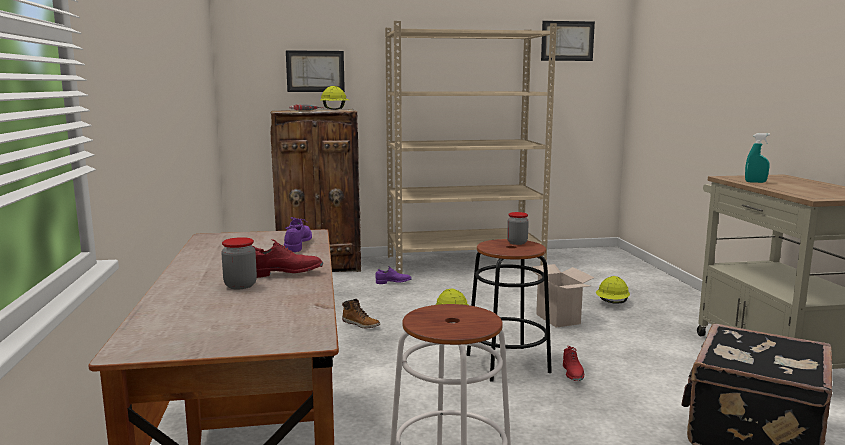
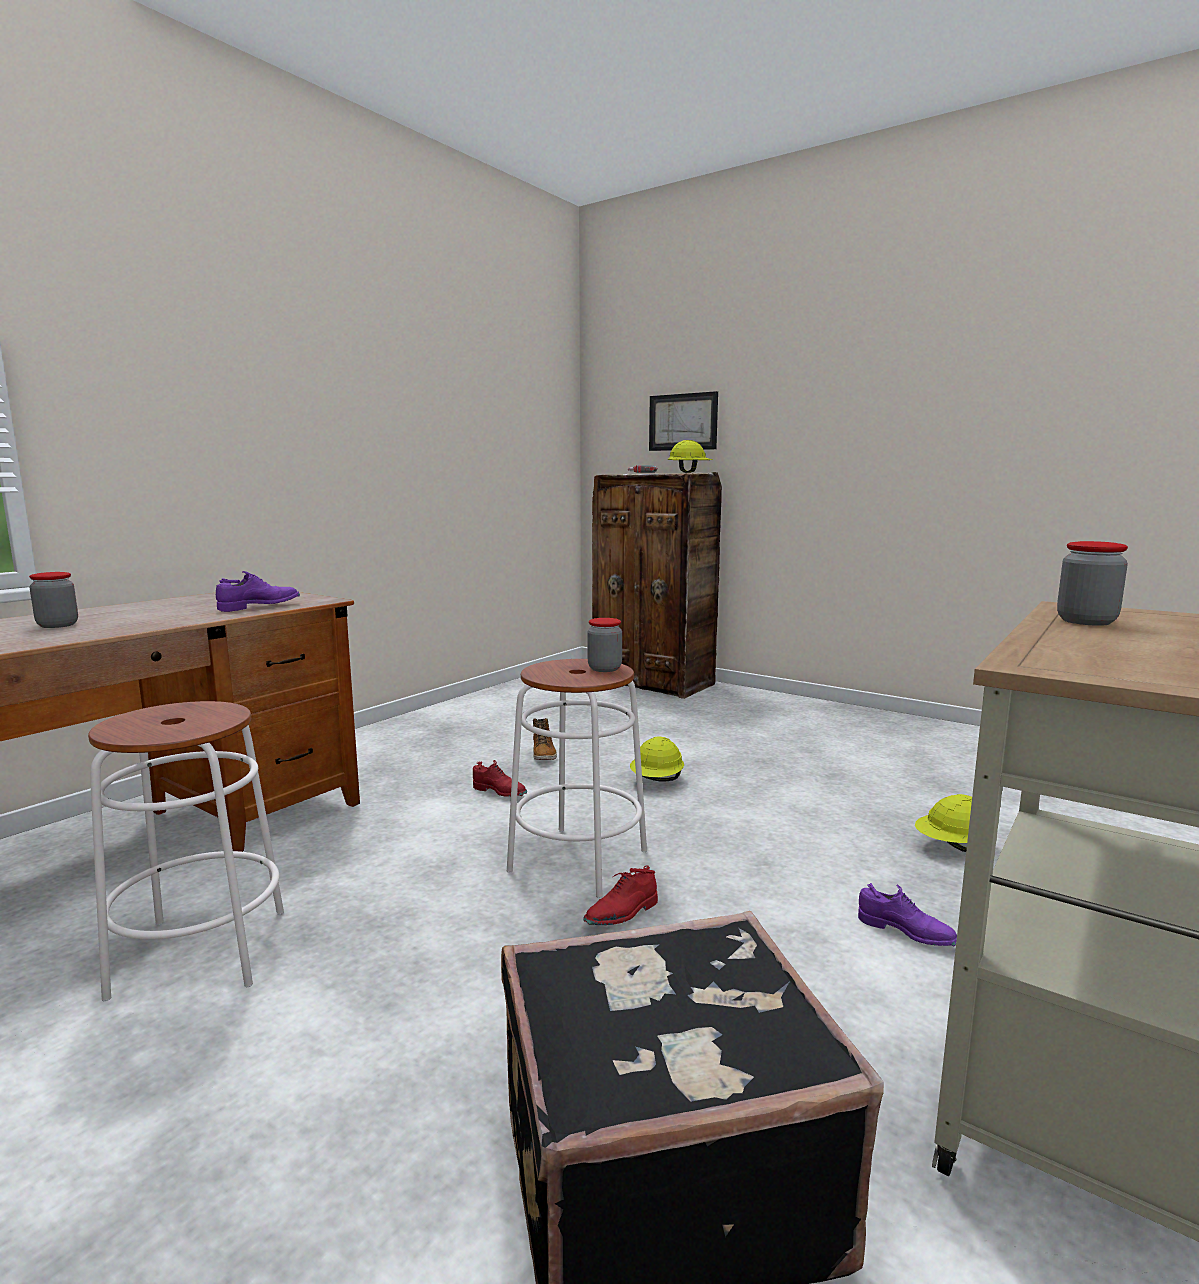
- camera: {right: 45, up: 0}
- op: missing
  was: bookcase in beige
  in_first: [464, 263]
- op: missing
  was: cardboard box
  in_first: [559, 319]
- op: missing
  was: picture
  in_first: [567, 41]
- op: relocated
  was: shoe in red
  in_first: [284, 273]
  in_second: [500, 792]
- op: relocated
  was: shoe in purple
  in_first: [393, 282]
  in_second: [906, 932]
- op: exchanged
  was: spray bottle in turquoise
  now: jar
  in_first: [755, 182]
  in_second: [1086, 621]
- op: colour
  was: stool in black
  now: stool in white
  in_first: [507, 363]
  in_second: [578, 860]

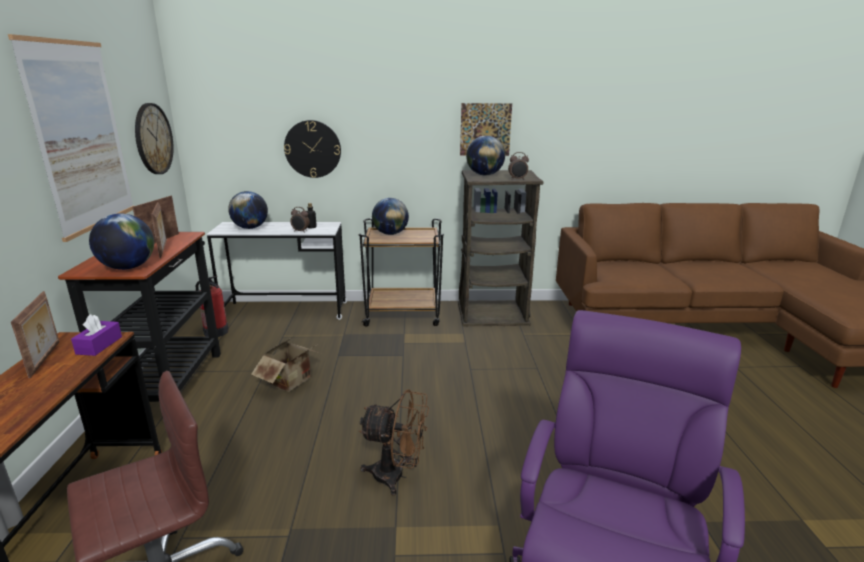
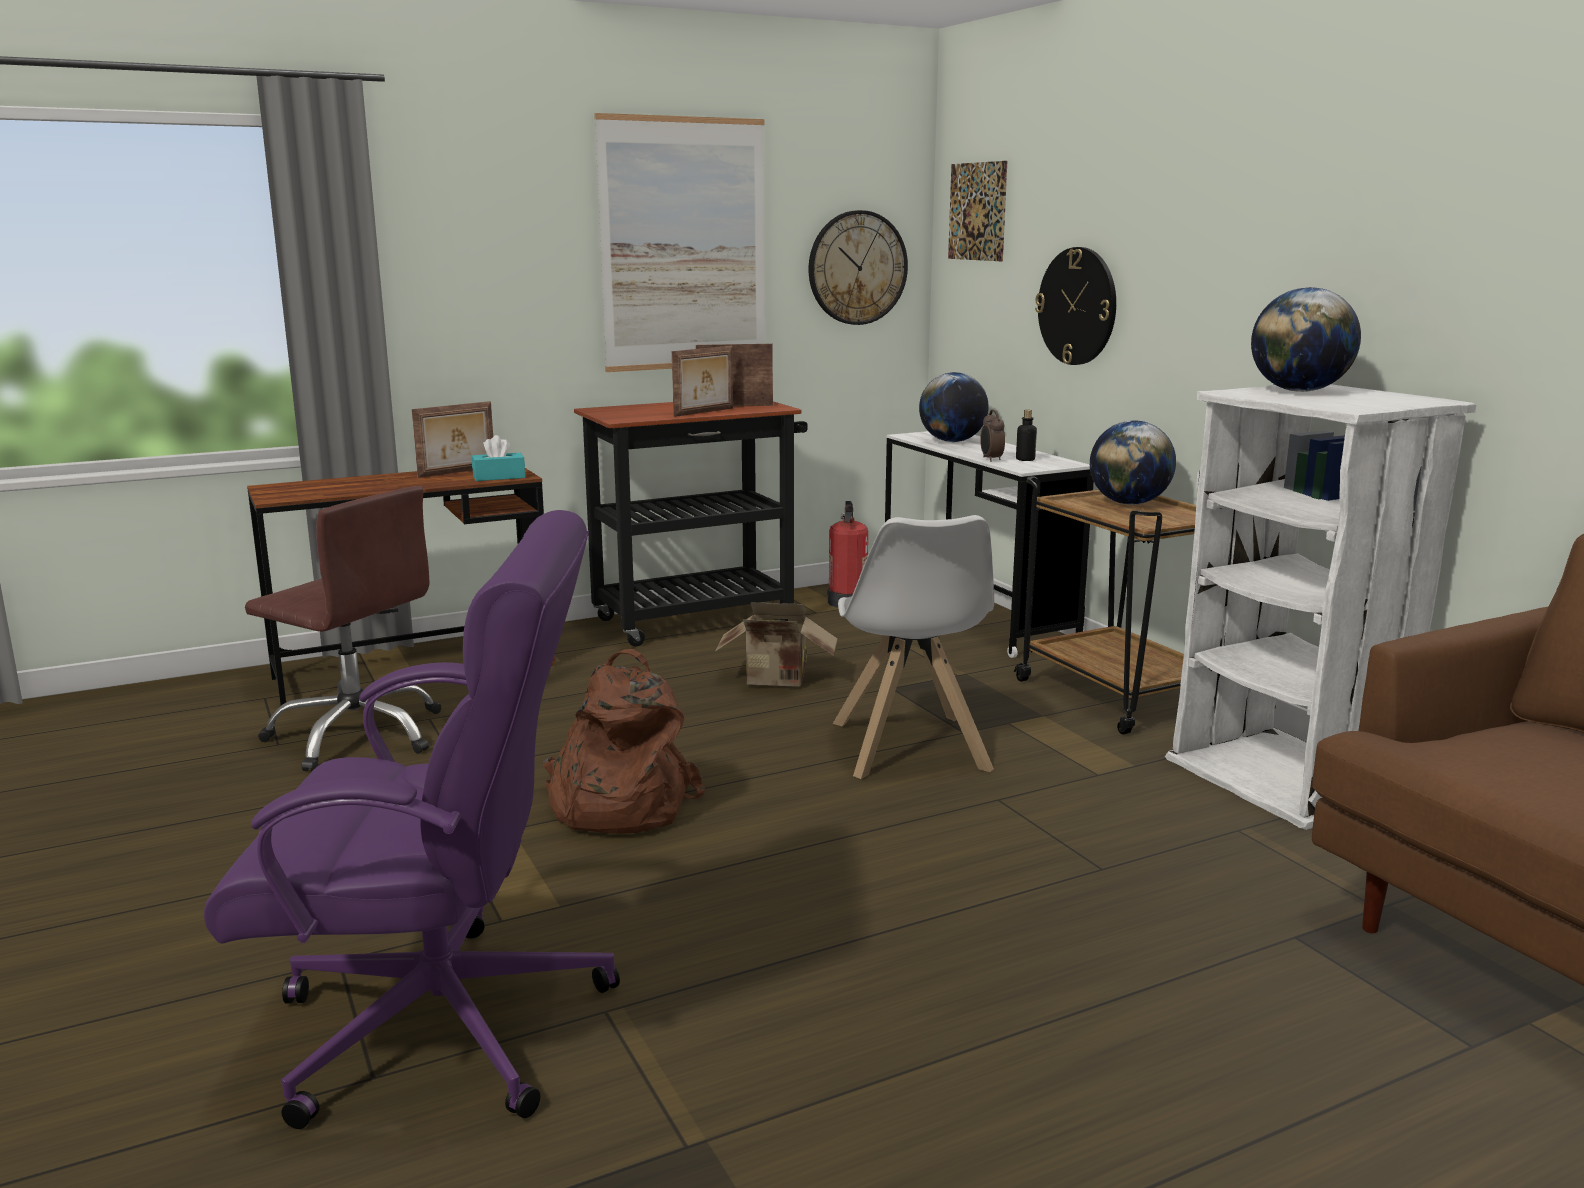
- camera: {right: 65, up: -5}
- op: missing
  was: globe
  in_first: [128, 267]
- op: missing
  was: alarm clock
  in_first: [517, 179]
- op: appeared
  now: chair
  in_second: [910, 749]
- op: relocated
  was: picture
  in_first: [485, 129]
  in_second: [977, 211]
- op: exchanged
  was: fan in brown
  now: backpack in brown
  in_first: [397, 476]
  in_second: [617, 805]
- op: colour
  was: tissue box in purple
  now: tissue box in turquoise
  in_first: [99, 345]
  in_second: [499, 477]
- op: colour
  was: bookcase in brown
  now: bookcase in white
  in_first: [493, 314]
  in_second: [1286, 778]

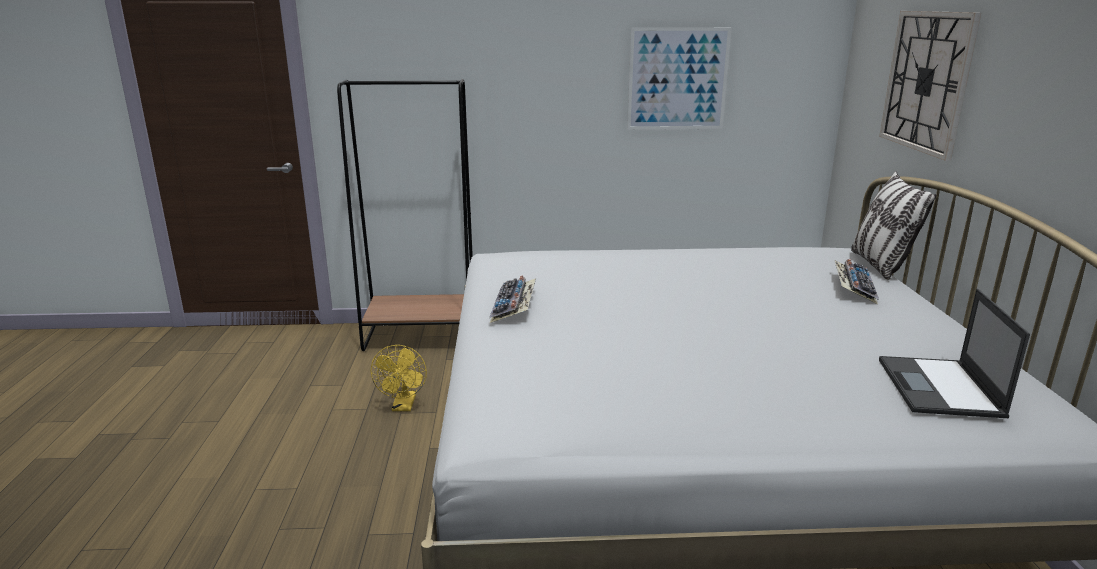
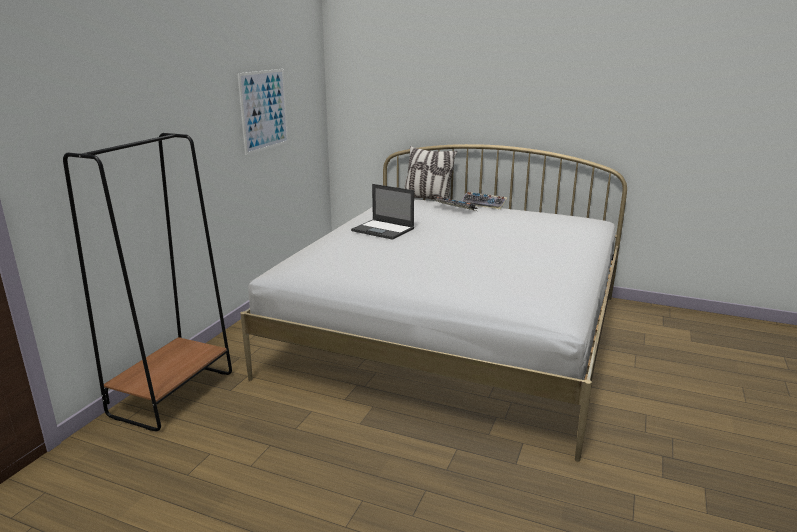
- camera: {right: -65, up: 0}
- op: missing
  was: fan in yellow
  in_first: [403, 406]
- op: missing
  was: wall clock
  in_first: [927, 81]
- op: relocated
  was: keyboard
  in_first: [514, 307]
  in_second: [484, 204]
- op: relocated
  was: laptop
  in_first: [940, 388]
  in_second: [383, 230]

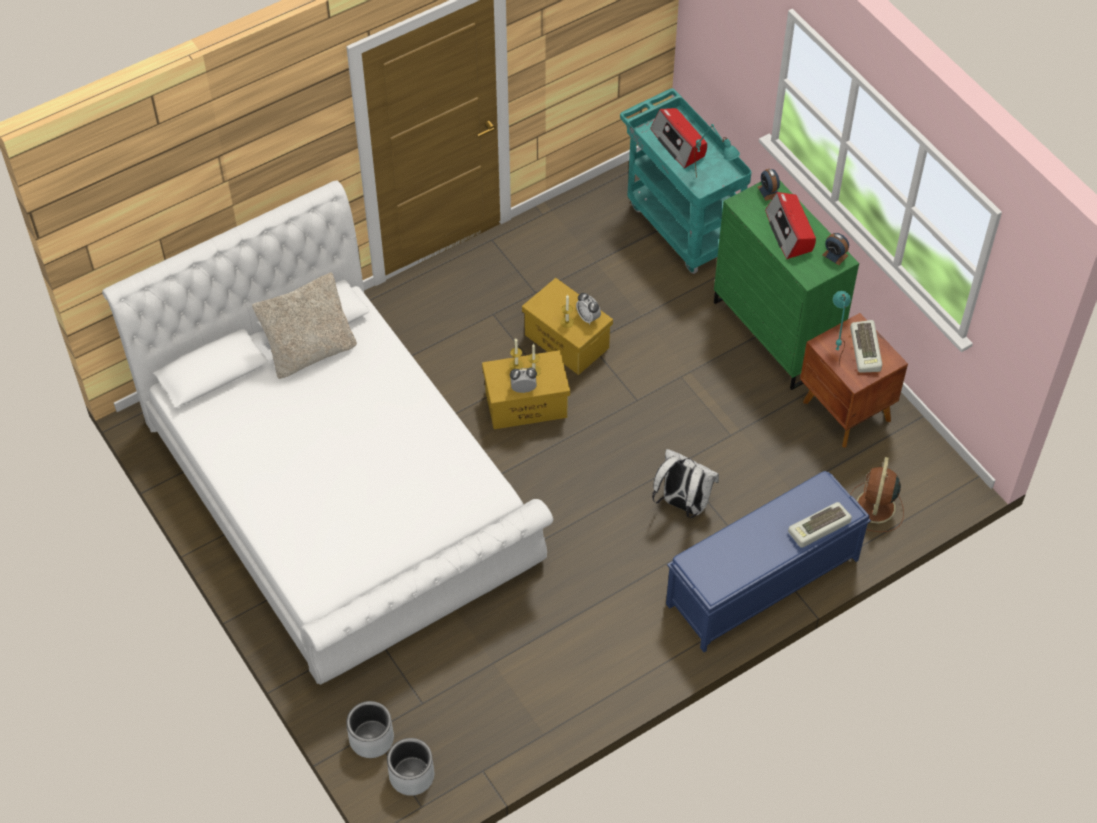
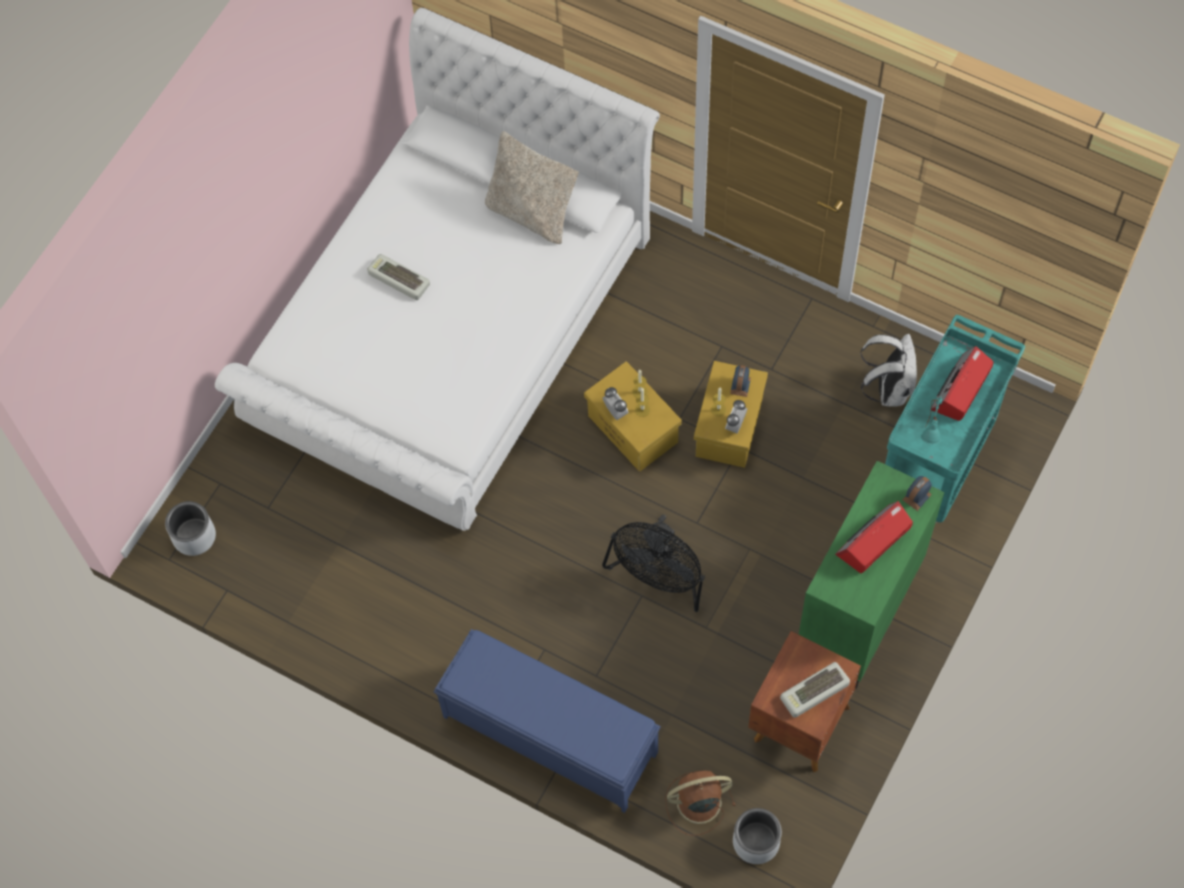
- camera: {right: 65, up: 10}
- op: missing
  was: table lamp in turquoise
  in_first: [833, 350]
- op: appeared
  now: fan in black
  in_second: [658, 570]
- op: relocated
  was: planter in grey
  in_first: [371, 739]
  in_second: [755, 841]
- op: relocated
  was: backpack in white
  in_first: [682, 504]
  in_second: [888, 388]
- op: relocated
  was: keyboard
  in_first: [819, 528]
  in_second: [397, 280]
- op: relocated
  was: alarm clock
  in_first: [835, 255]
  in_second: [740, 385]

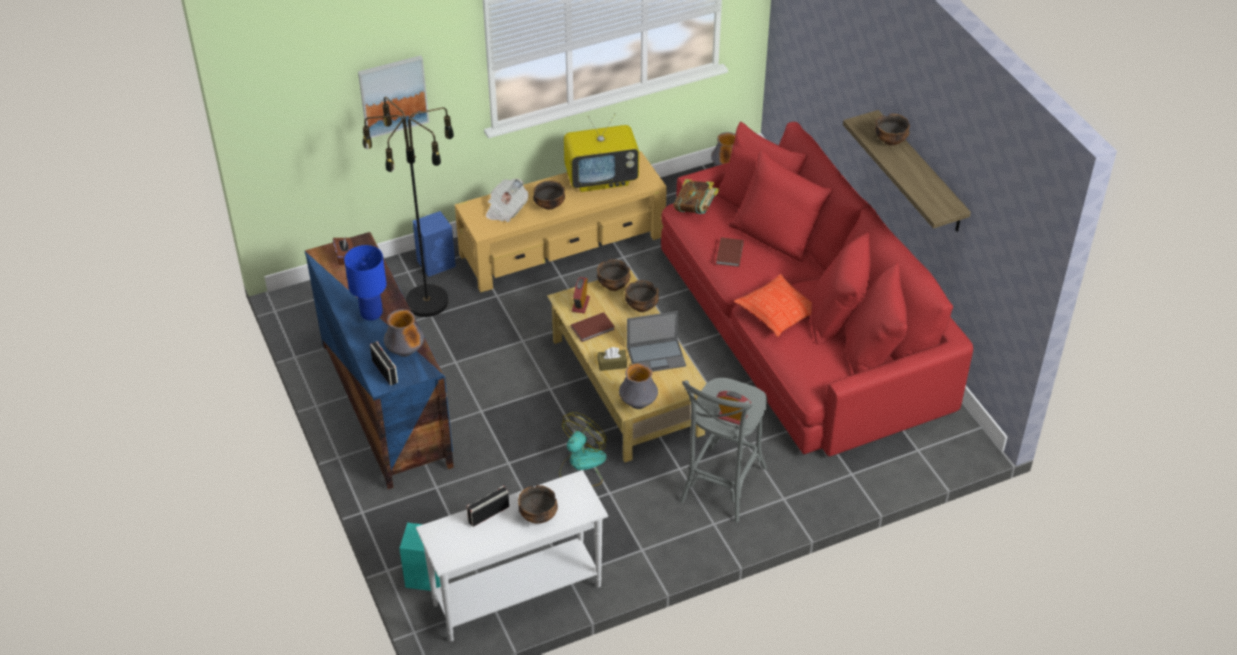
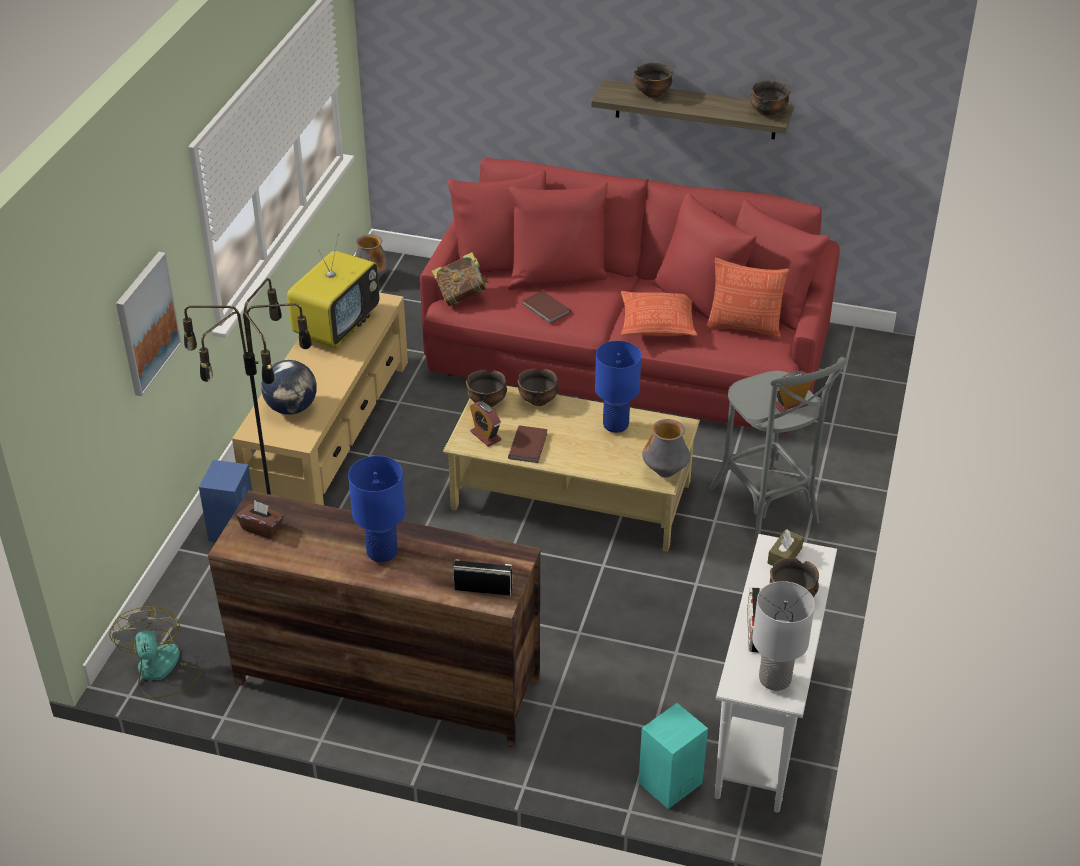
- camera: {right: -50, up: -5}
- op: missing
  was: vase
  in_first: [405, 352]
- op: appeared
  now: pillow in orange
  in_second: [744, 327]
- op: appeared
  now: table lamp in grey
  in_second: [774, 682]
- op: relocated
  was: bowl
  in_first: [549, 205]
  in_second: [767, 112]
- op: relocated
  was: fan
  in_first: [582, 465]
  in_second: [160, 672]
- op: relocated
  was: tissue box in brown
  in_first: [612, 364]
  in_second: [784, 556]
- op: exchanged
  was: newspaper
  now: globe
  in_first: [506, 210]
  in_second: [291, 408]
- op: exchanged
  was: laptop
  now: table lamp in blue
  in_first: [656, 356]
  in_second: [615, 426]
- op: colour
  was: cabinet in blue
  now: cabinet in brown
  in_first: [387, 402]
  in_second: [386, 678]

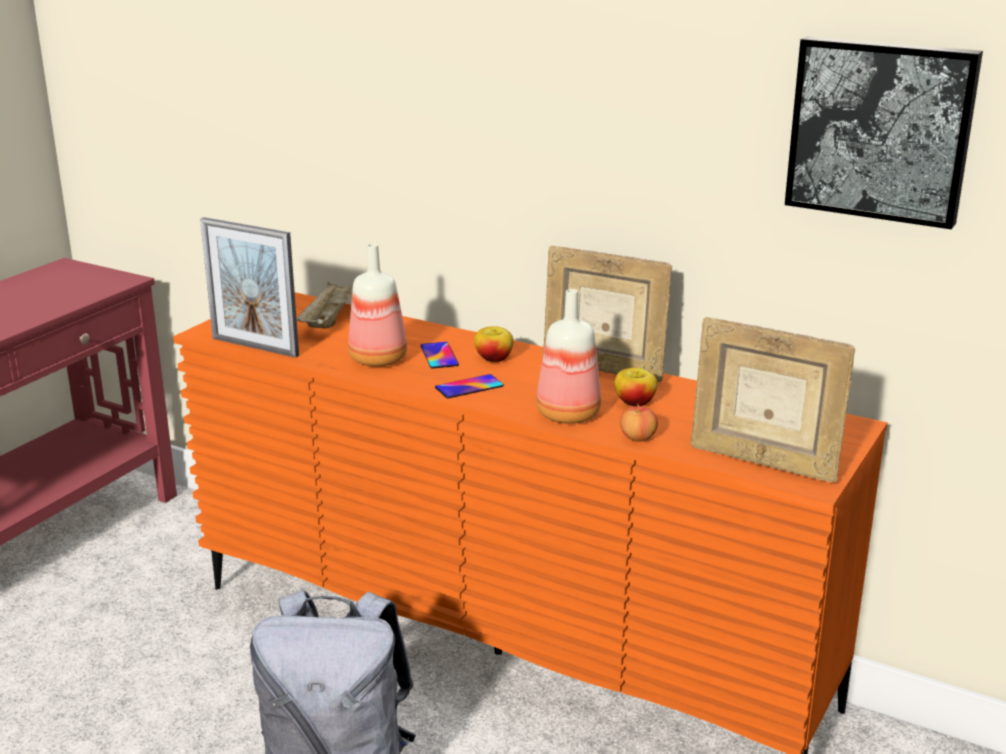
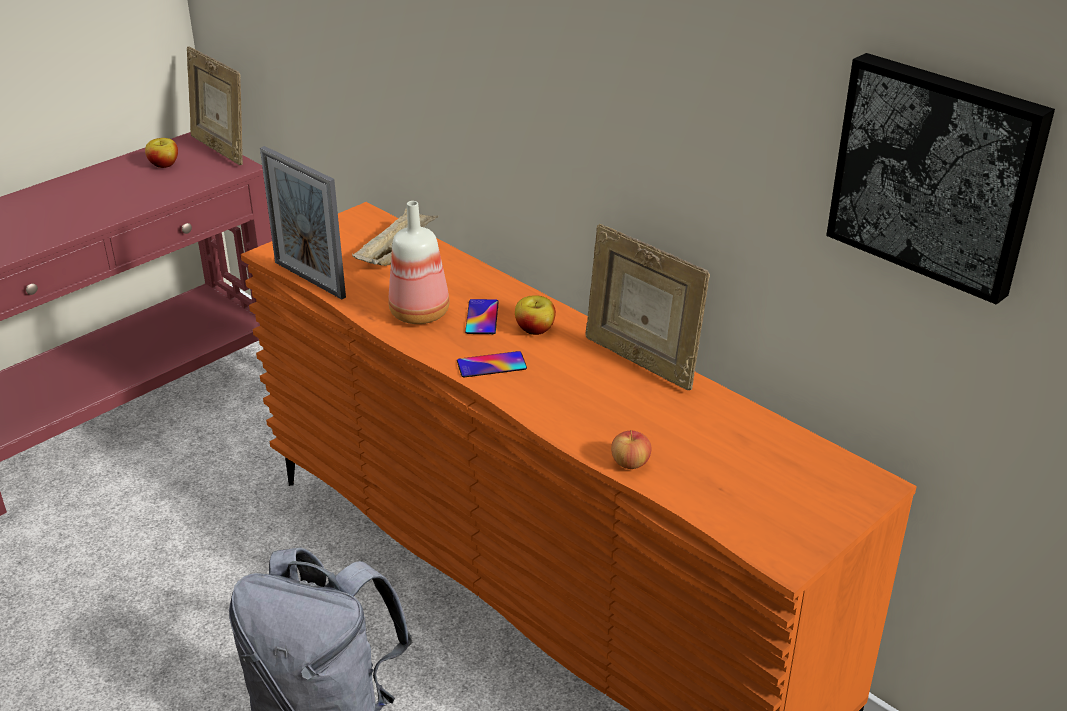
- camera: {right: 15, up: 10}
- op: missing
  was: bottle
  in_first: [566, 415]
- op: relocated
  was: apple
  in_first: [635, 402]
  in_second: [164, 164]
- op: relocated
  was: picture frame
  in_first: [762, 462]
  in_second: [220, 149]

